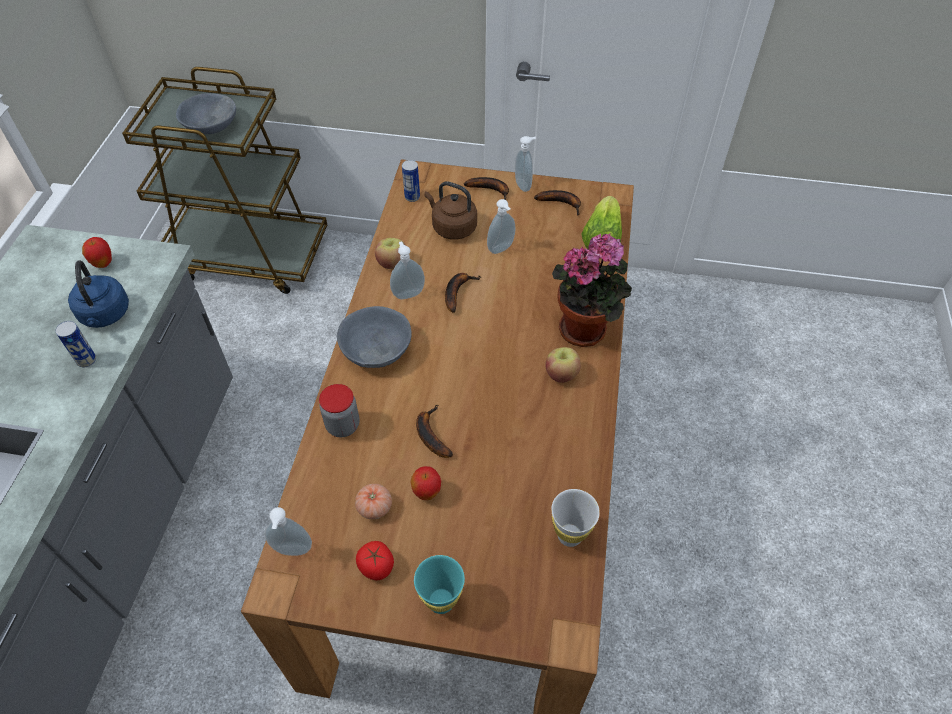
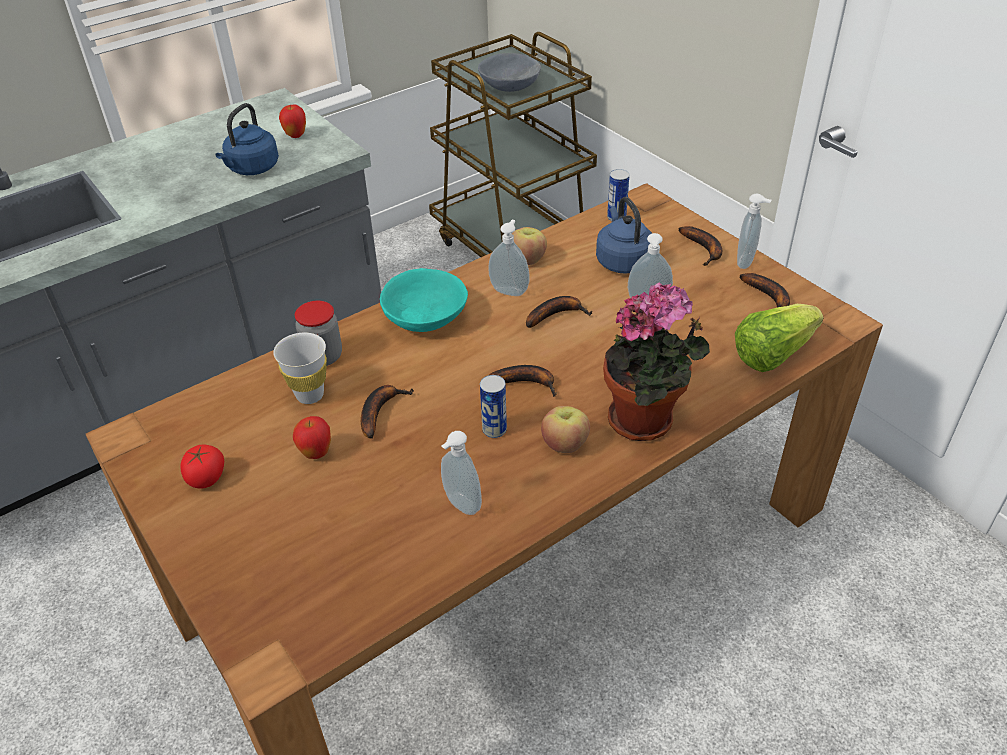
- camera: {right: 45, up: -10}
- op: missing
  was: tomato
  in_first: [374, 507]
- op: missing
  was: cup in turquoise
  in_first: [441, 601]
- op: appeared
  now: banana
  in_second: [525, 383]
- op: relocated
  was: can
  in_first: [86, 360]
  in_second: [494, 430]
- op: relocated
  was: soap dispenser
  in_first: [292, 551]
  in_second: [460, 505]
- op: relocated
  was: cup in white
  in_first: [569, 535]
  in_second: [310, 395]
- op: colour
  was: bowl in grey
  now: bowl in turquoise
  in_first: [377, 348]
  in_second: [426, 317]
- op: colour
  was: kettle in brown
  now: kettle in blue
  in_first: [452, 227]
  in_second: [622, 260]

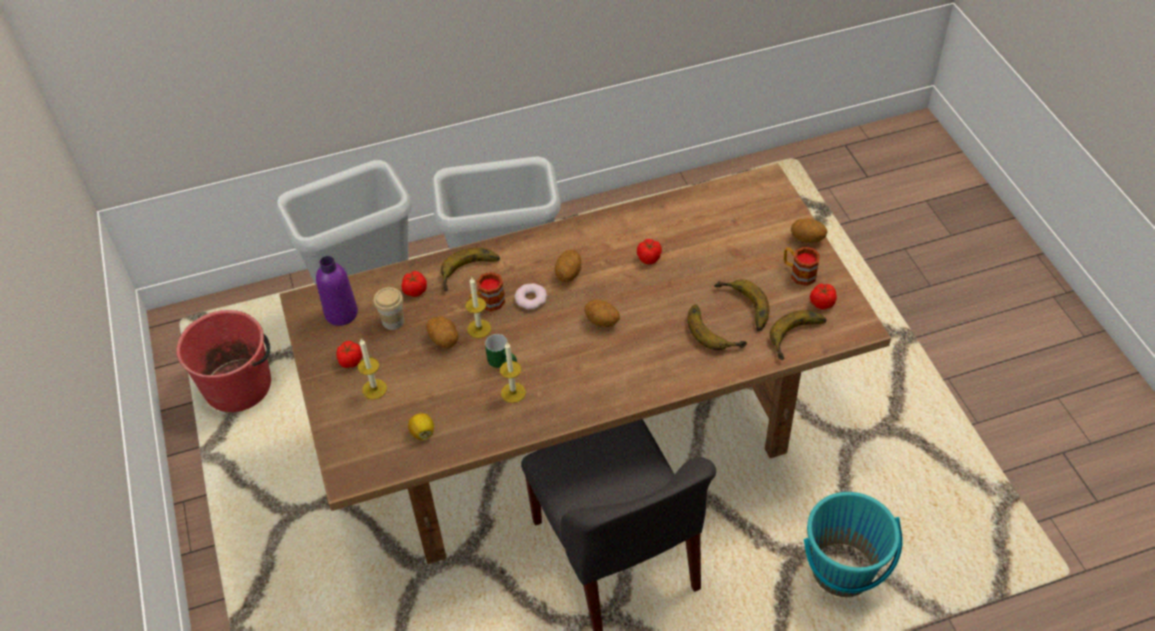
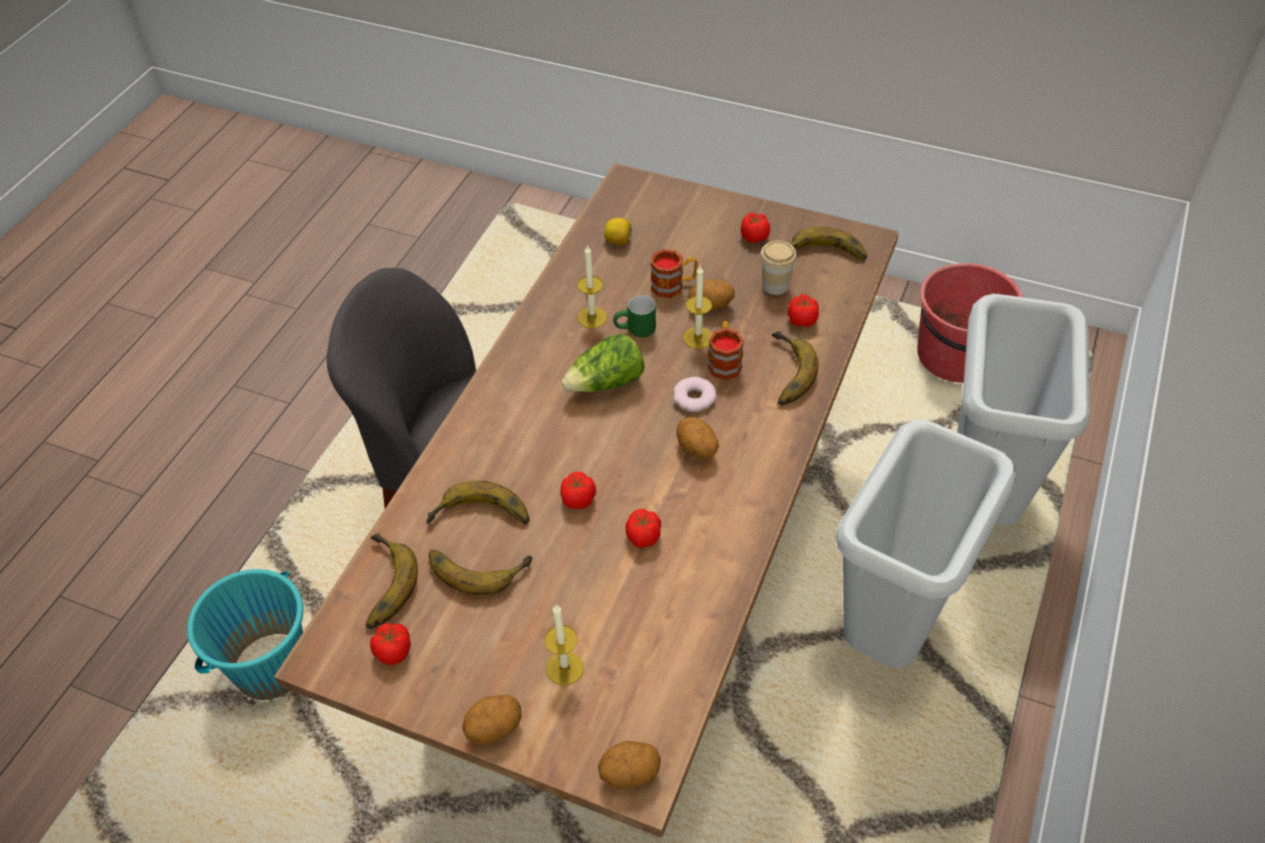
- camera: {right: 130, up: 0}
- op: appeared
  now: tomato
  in_second: [577, 500]
- op: appeared
  now: lettuce
  in_second: [606, 383]
- op: relocated
  was: candle
  in_first: [374, 389]
  in_second: [565, 668]
- op: relocated
  was: potato
  in_first: [601, 322]
  in_second: [630, 773]
- op: relocated
  was: mug
  in_first: [798, 273]
  in_second: [674, 285]
- op: exchanged
  was: bottle in purple
  now: banana
  in_first: [341, 313]
  in_second: [824, 257]

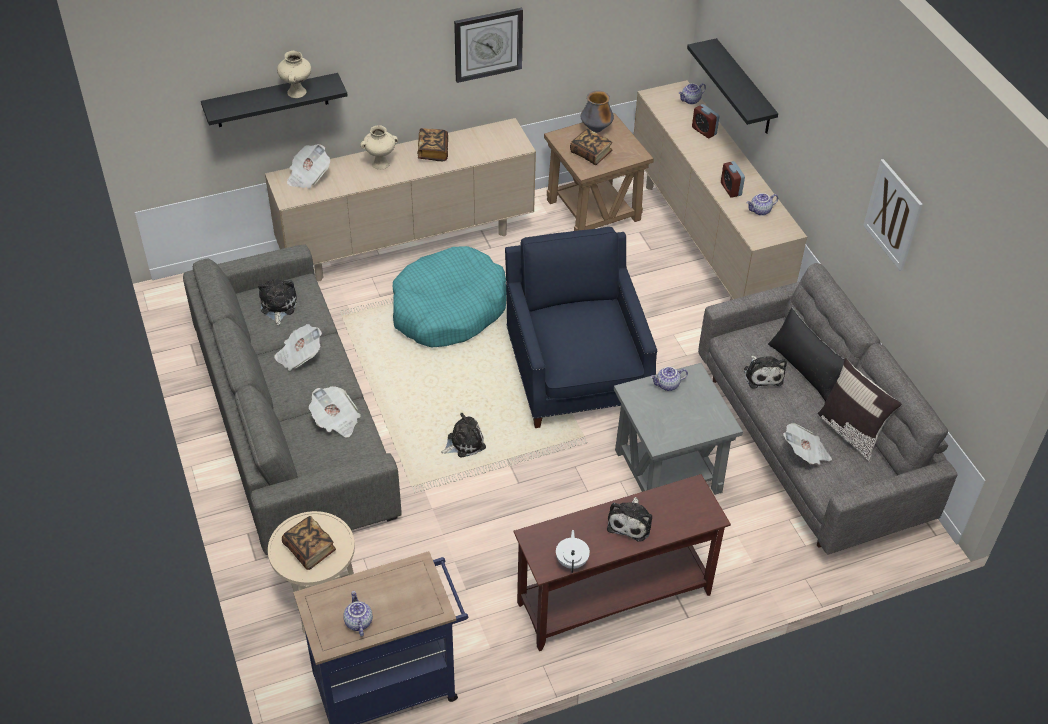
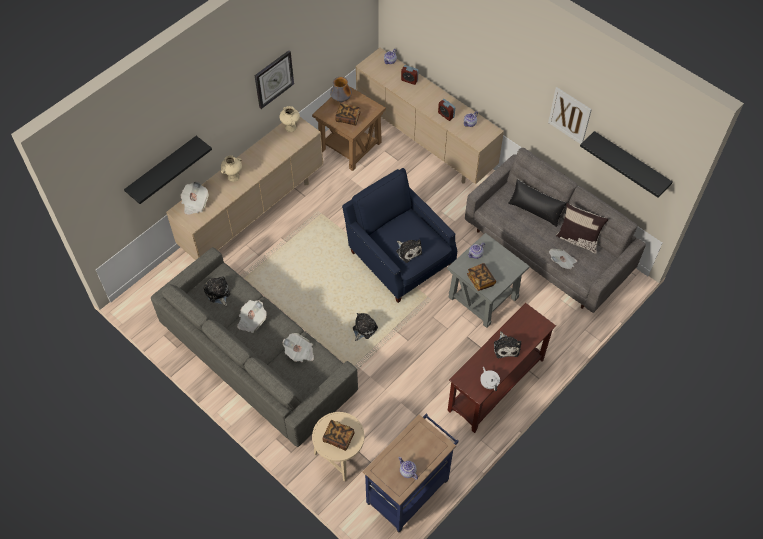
- camera: {right: -25, up: 10}
- op: missing
  was: dog bed in turquoise
  in_first: [448, 309]
- op: relocated
  was: vase in beige
  in_first: [297, 92]
  in_second: [291, 127]
- op: relocated
  was: book
  in_first: [433, 152]
  in_second: [480, 280]
- op: relocated
  was: shelf in black
  in_first: [744, 88]
  in_second: [630, 163]
- op: relocated
  was: plush toy
  in_first: [762, 374]
  in_second: [408, 251]

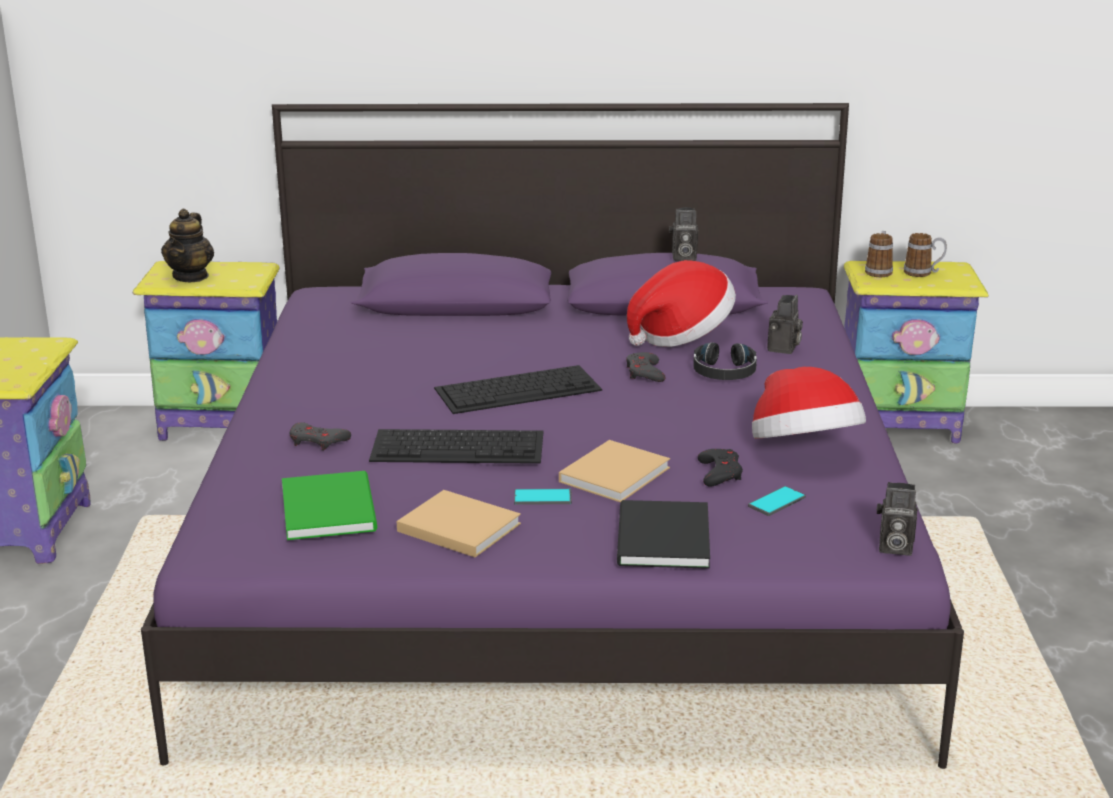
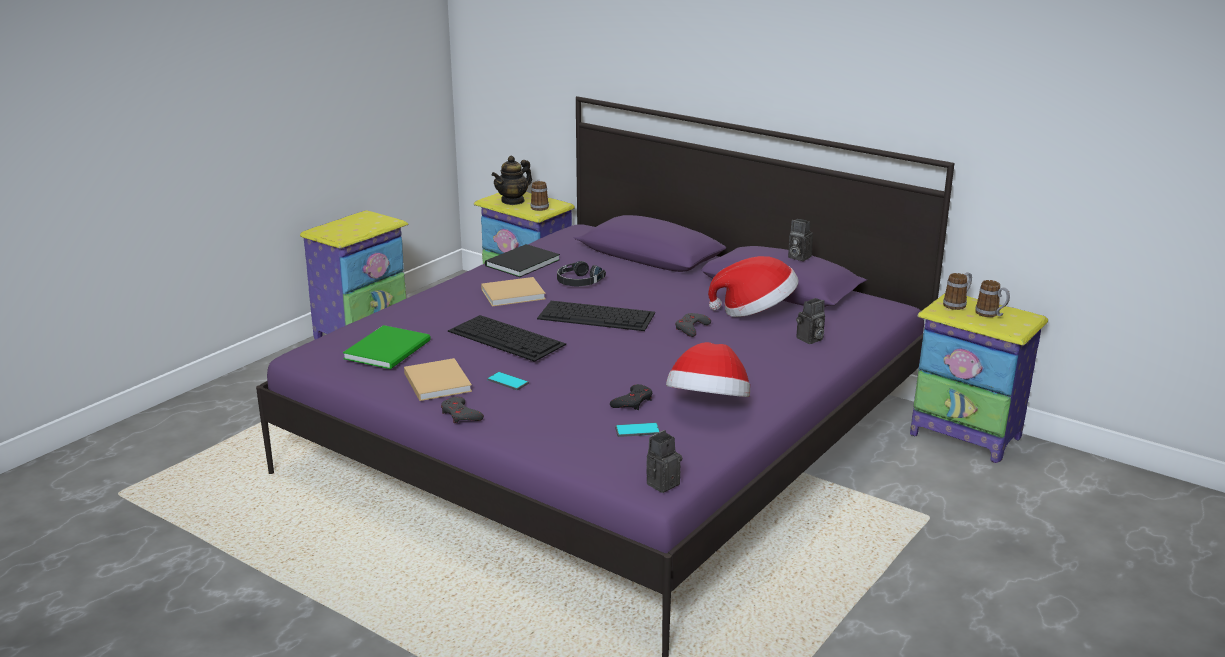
- camera: {right: 35, up: 0}
- op: appeared
  now: mug
  in_second: [539, 206]
- op: relocated
  was: game controller in grey
  in_first: [318, 441]
  in_second: [460, 415]
- op: relocated
  was: book in beige
  in_first: [616, 473]
  in_second: [515, 294]
- op: relocated
  was: book in black
  in_first: [660, 540]
  in_second: [520, 263]
- op: relocated
  was: headphones in black
  in_first: [724, 372]
  in_second: [578, 281]
- op: spun
  was: photo camera
  in_first: [893, 547]
  in_second: [662, 482]
  clockwise: 90

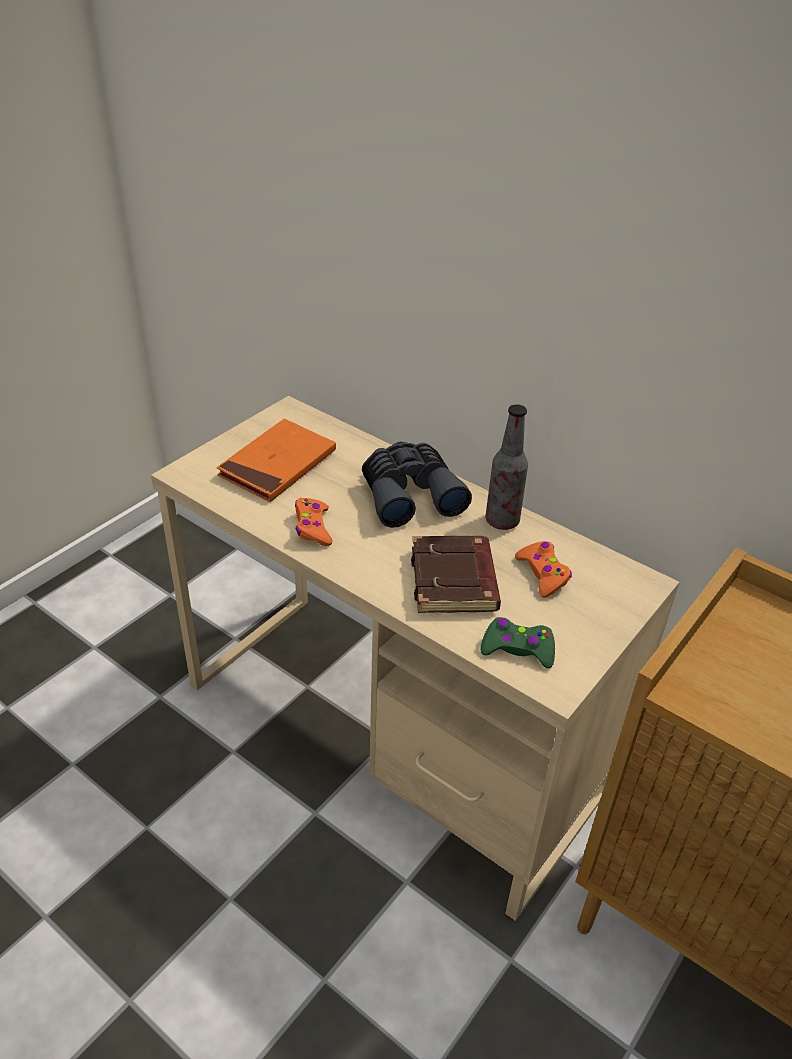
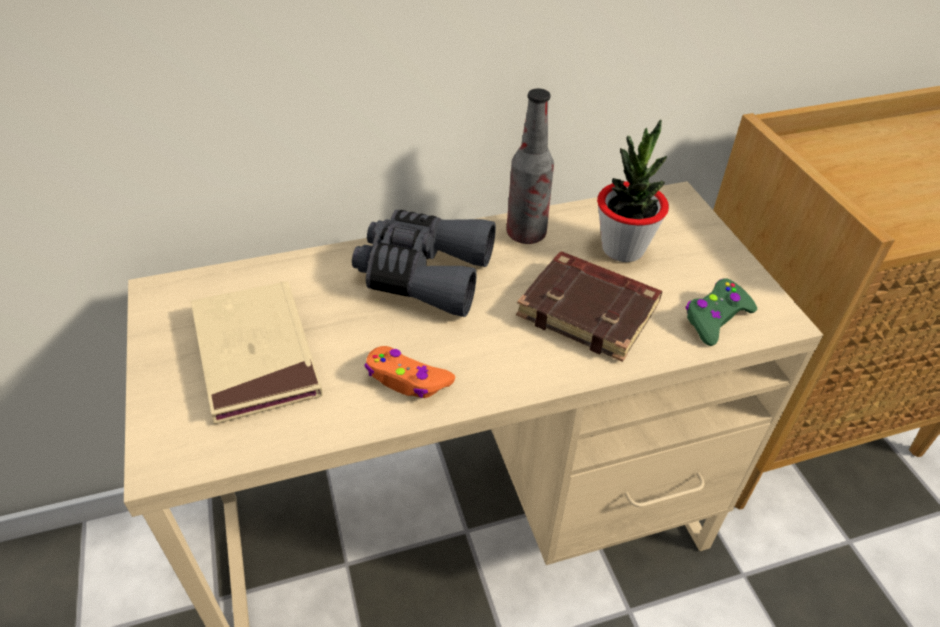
- camera: {right: -55, up: 5}
- op: exchanged
  was: game controller in orange
  now: potted plant
  in_first: [543, 574]
  in_second: [623, 248]
- op: colour
  was: book in orange
  now: book in beige
  in_first: [278, 464]
  in_second: [256, 354]

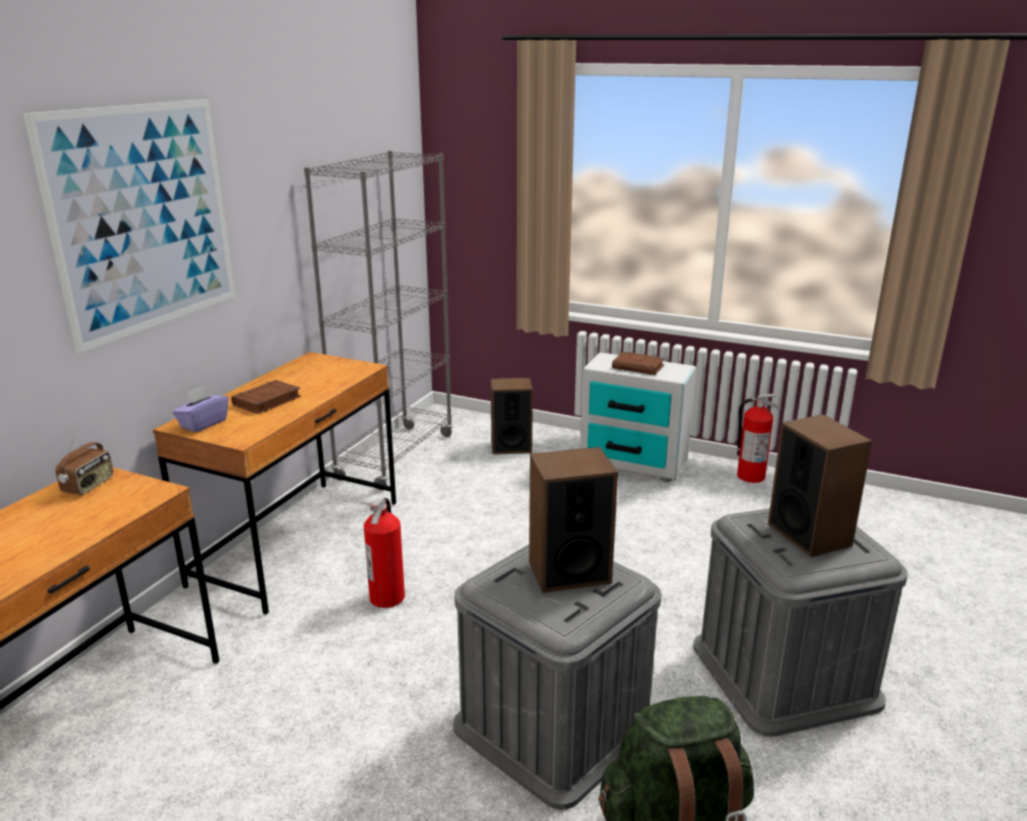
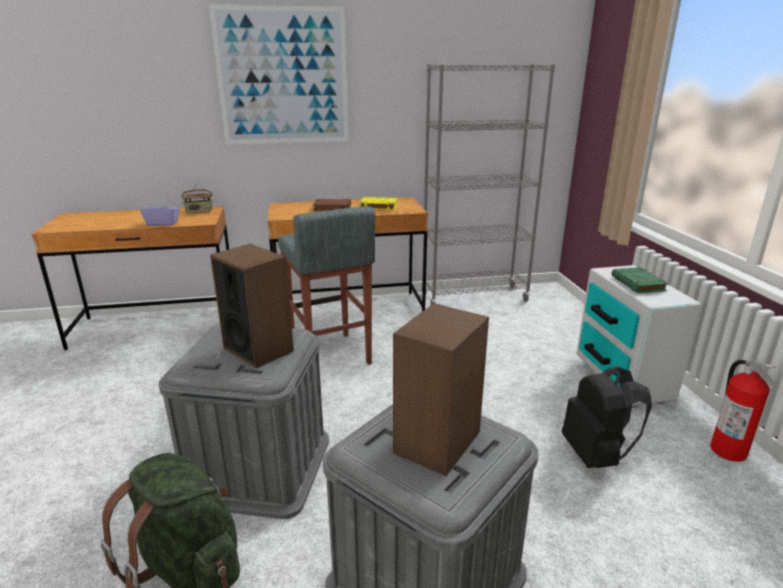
- camera: {right: 55, up: 0}
- op: missing
  was: speaker
  in_first: [511, 446]
- op: appeared
  now: book in yellow
  in_second: [378, 206]
- op: appeared
  now: backpack in black
  in_second: [596, 455]
- op: relocated
  was: tissue box in purple
  in_first: [203, 424]
  in_second: [162, 223]
- op: exchanged
  was: fire extinguisher
  now: stool in grey
  in_first: [388, 597]
  in_second: [329, 355]
- op: colour
  was: book in brown
  now: book in green
  in_first: [638, 367]
  in_second: [638, 284]

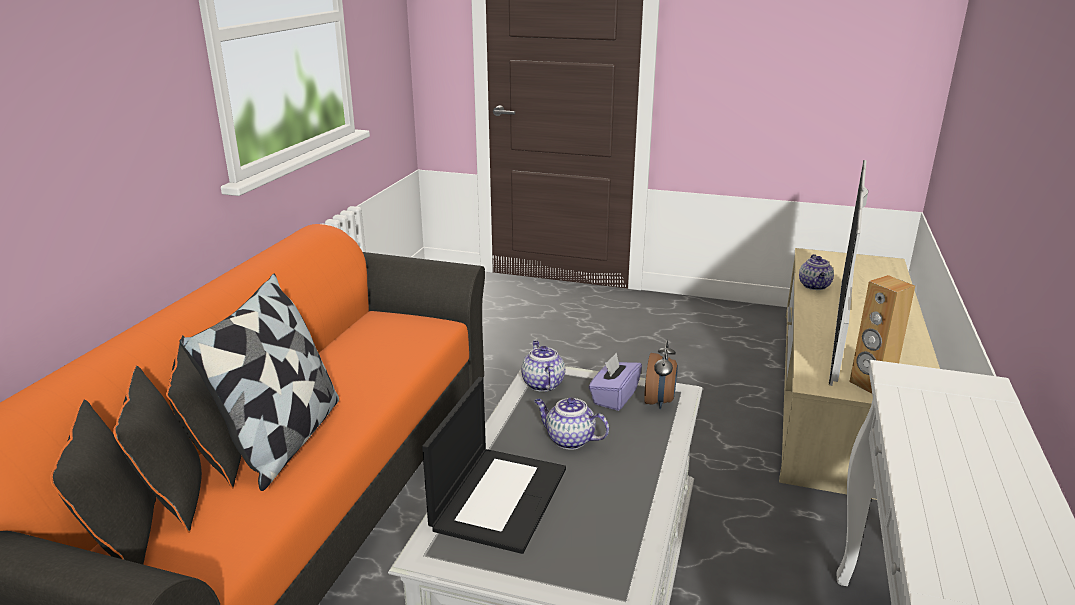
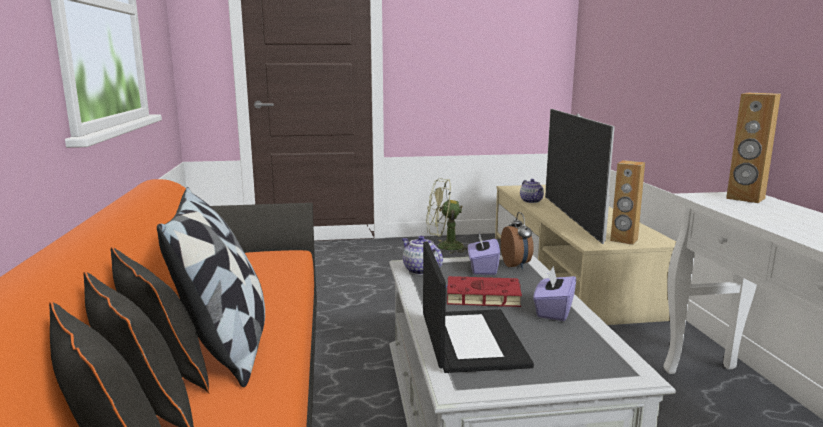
- camera: {right: -25, up: -10}
- op: appeared
  now: fan in green
  in_second: [444, 247]
- op: appeared
  now: tissue box in purple
  in_second: [553, 311]
- op: appeared
  now: speaker in brown
  in_second: [745, 198]
- op: exchanged
  was: teapot
  now: book in red
  in_first: [569, 440]
  in_second: [480, 296]

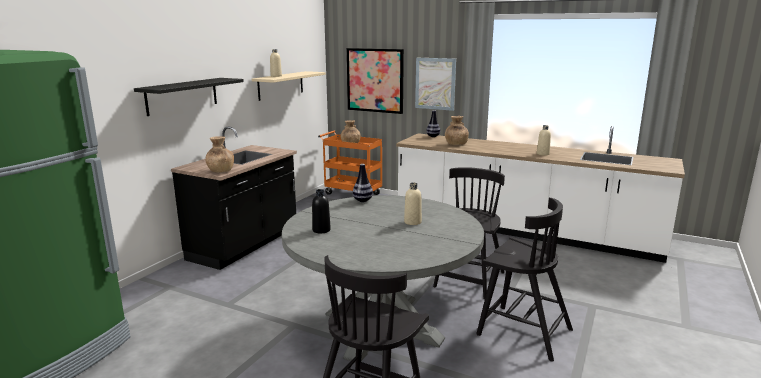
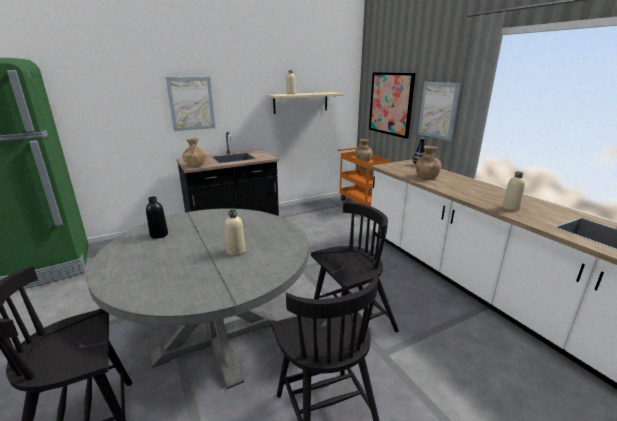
- camera: {right: 35, up: 5}
- op: missing
  was: vase
  in_first: [362, 200]
- op: exchanged
  was: shelf in black
  now: picture
  in_first: [182, 96]
  in_second: [191, 103]

